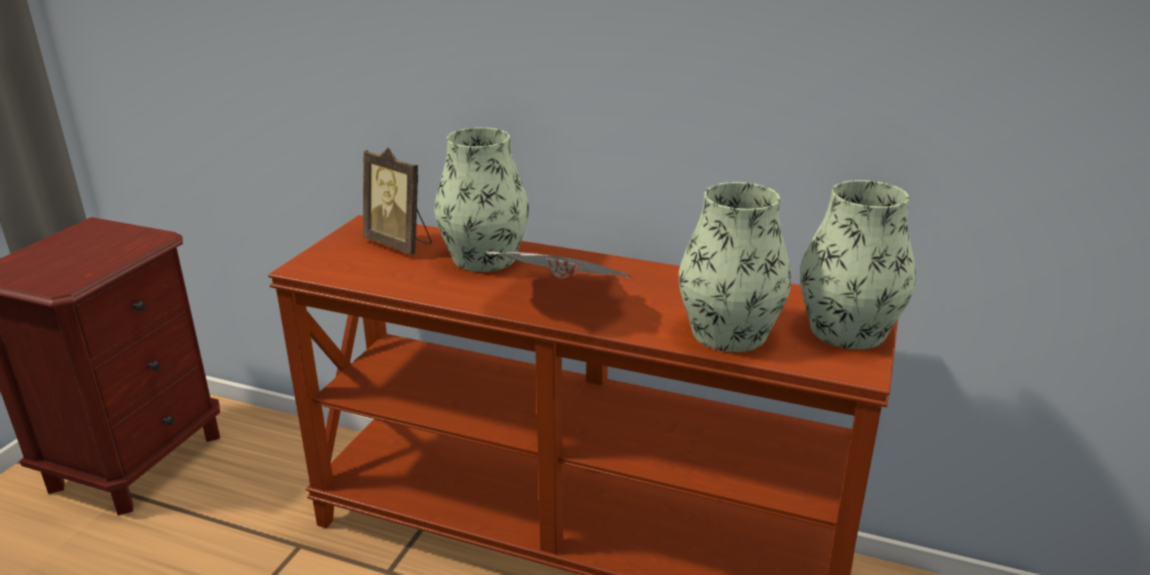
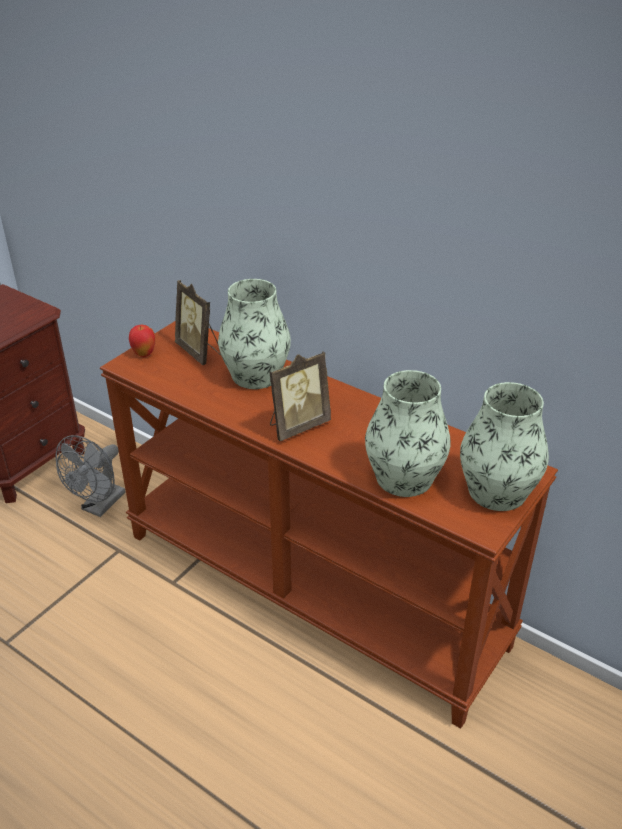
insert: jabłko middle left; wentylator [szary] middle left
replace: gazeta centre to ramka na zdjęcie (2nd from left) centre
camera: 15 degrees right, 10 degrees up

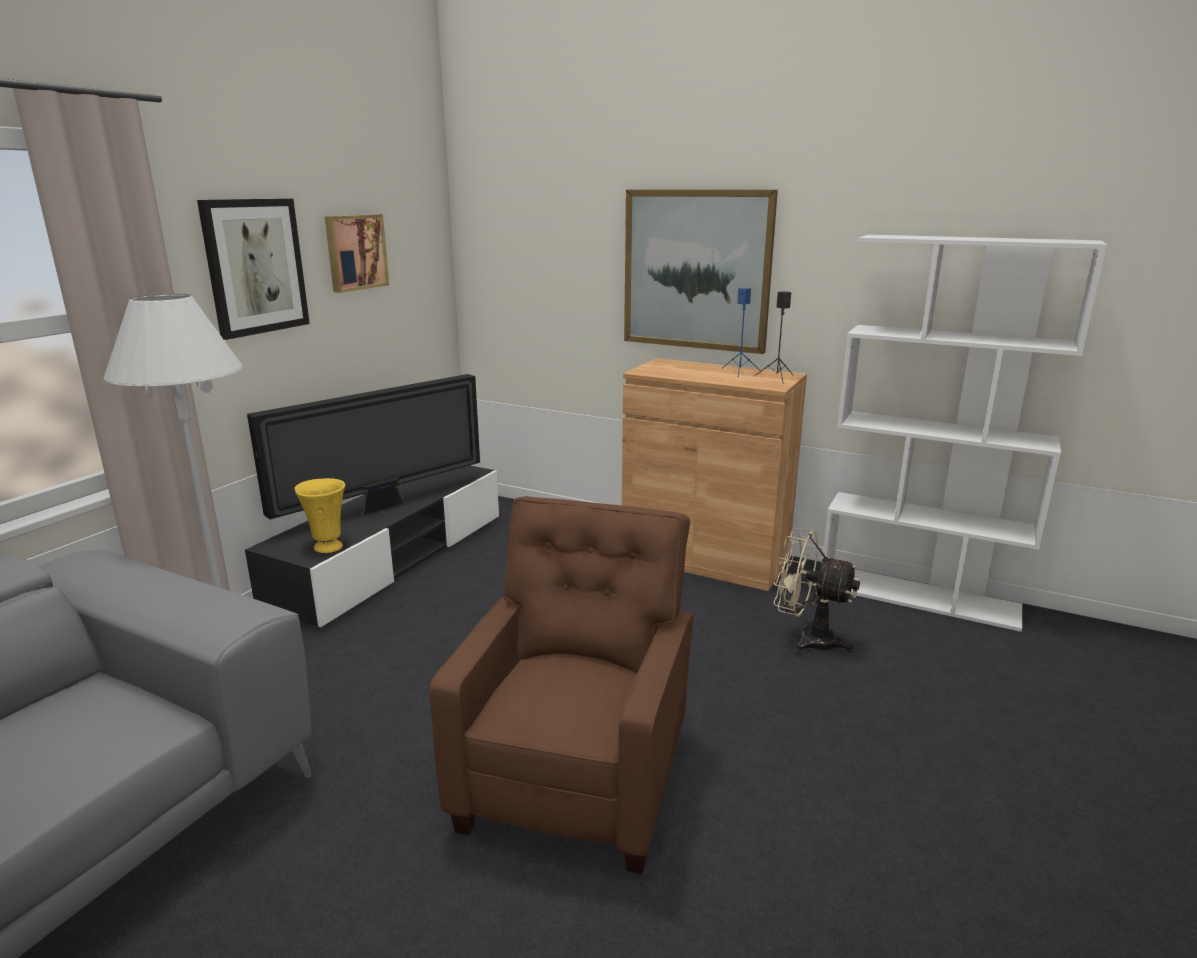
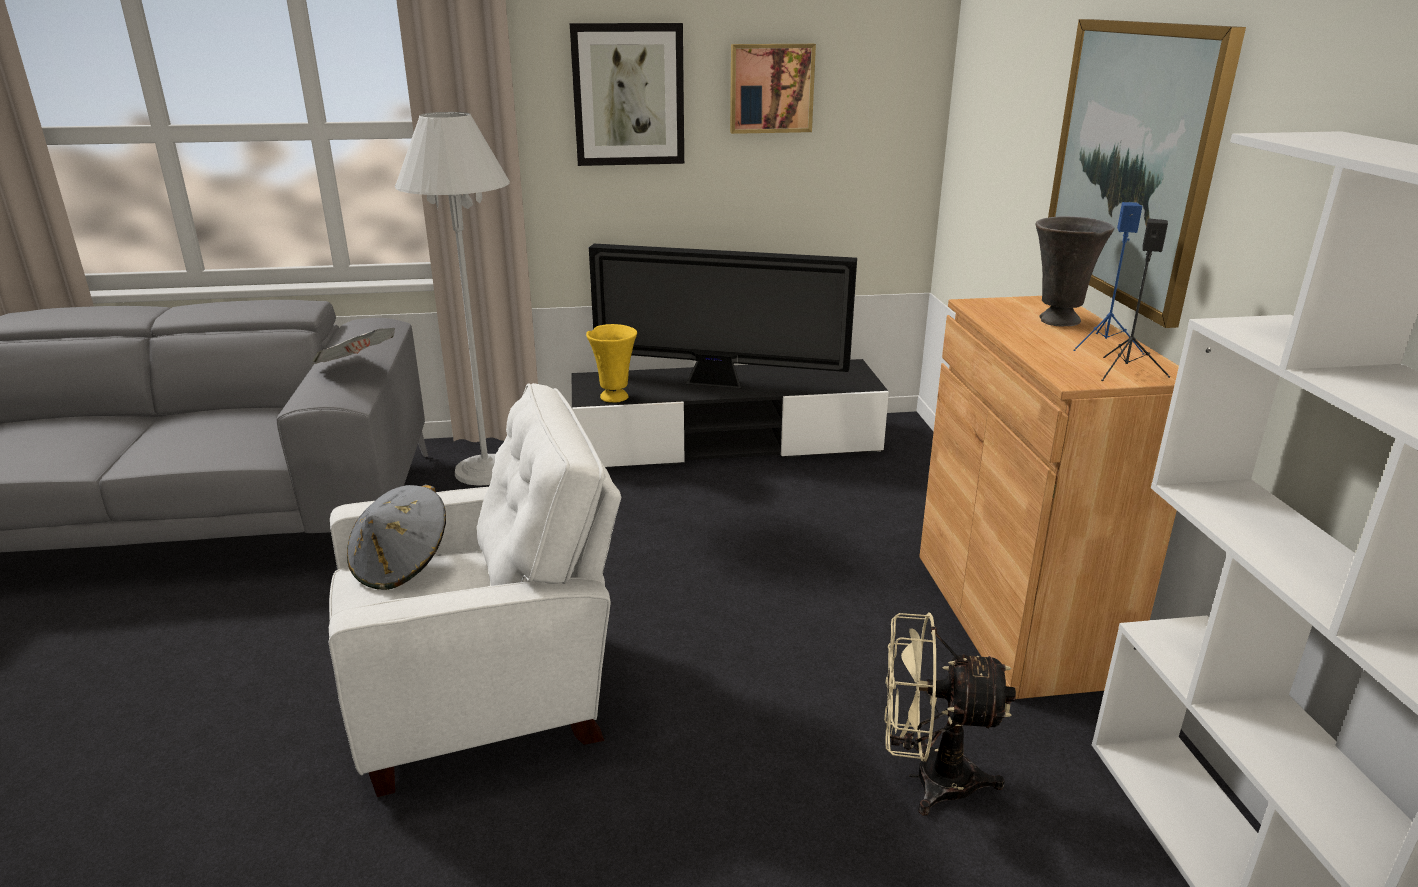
insert: wazon [szary] top right; gazeta middle left; kapelusz [szary] middle left
recolor: fotel [brązowy] bottom centre to fotel [biały] centre
rotate: wentylator [beżowy] middle right = bottom right 75 degrees counterclockwise
camera: 55 degrees right, 5 degrees up

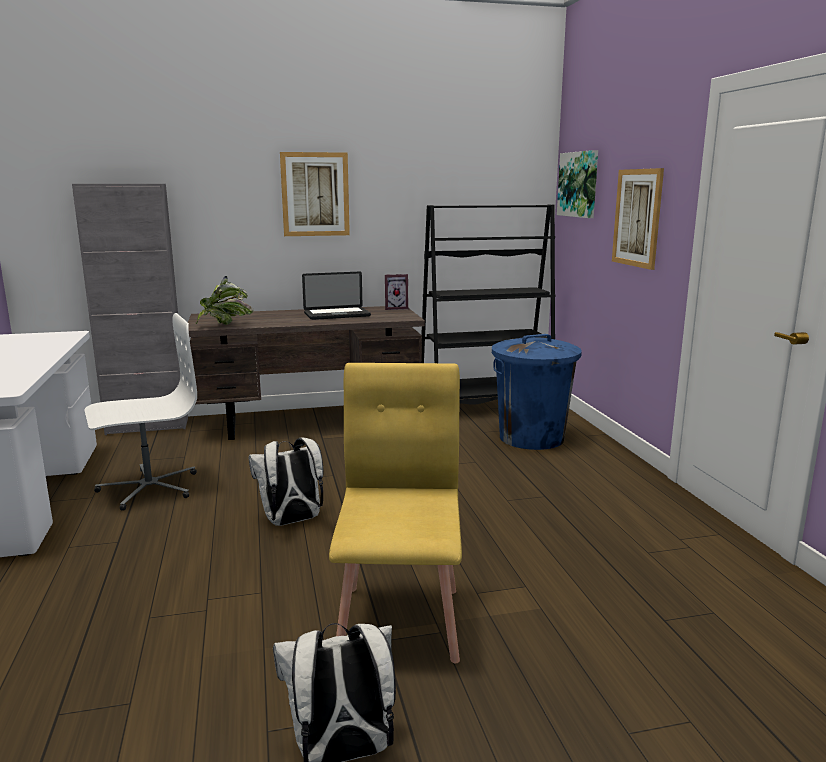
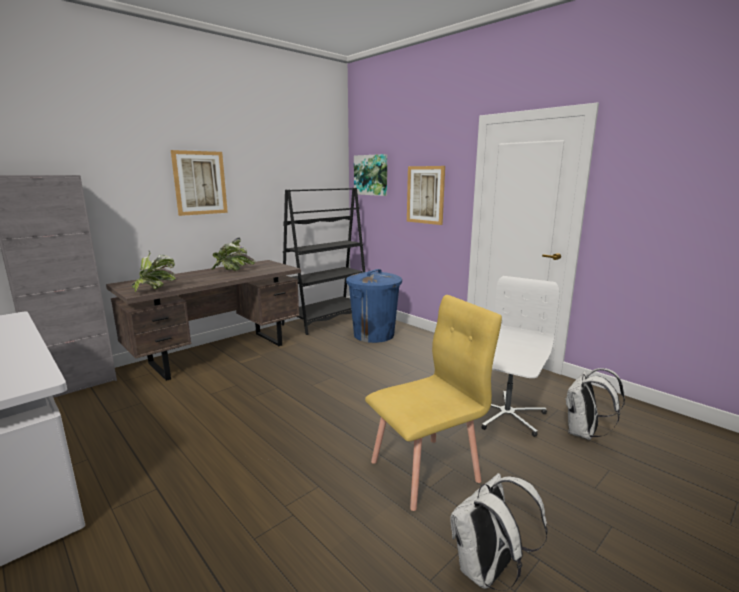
delete: ramka na zdjęcie centre
move: krzesło biurowe [biały] middle left to middle right; plecak [biały] (1st from left in the first image) centre to plecak [biały] (2nd from left) bottom right
replace: laptop centre to roślina doniczkowa (2nd from left) middle left
rotate: krzesło [żółty] bottom centre = bottom centre 90 degrees clockwise
camera: 30 degrees left, 0 degrees up

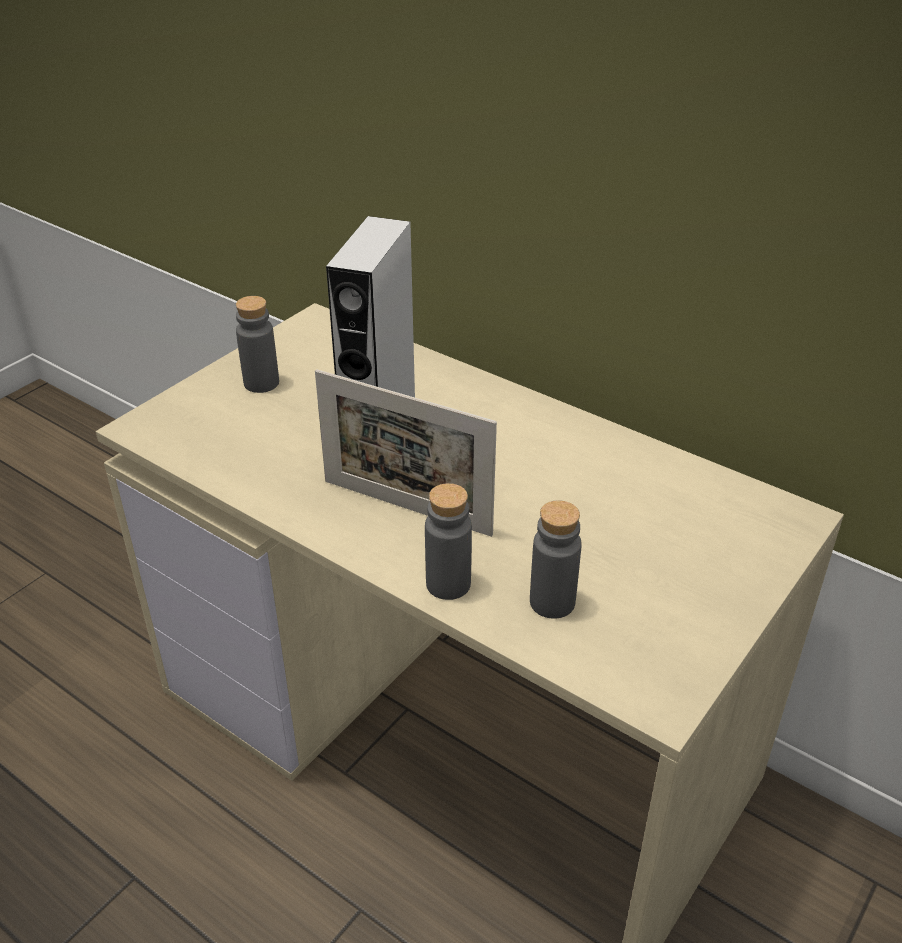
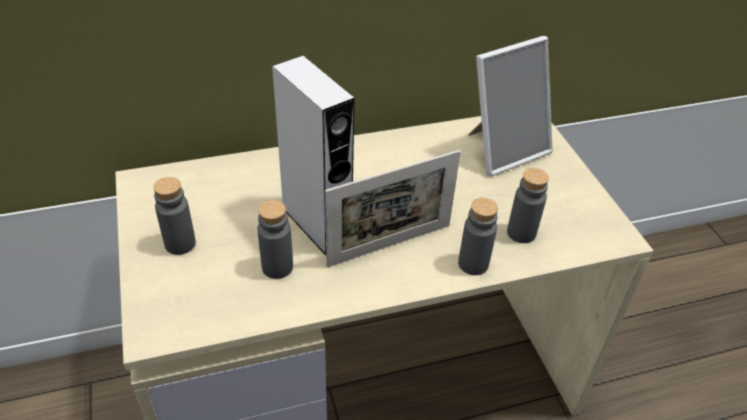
insert: ramka na zdjęcie (2nd from left) top right; butelka [szary] (2nd from left) centre
camera: 55 degrees left, 5 degrees up

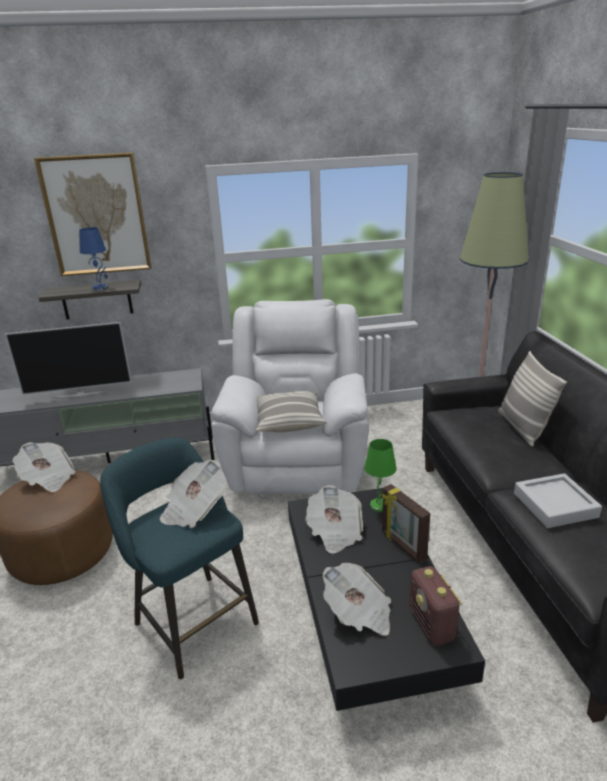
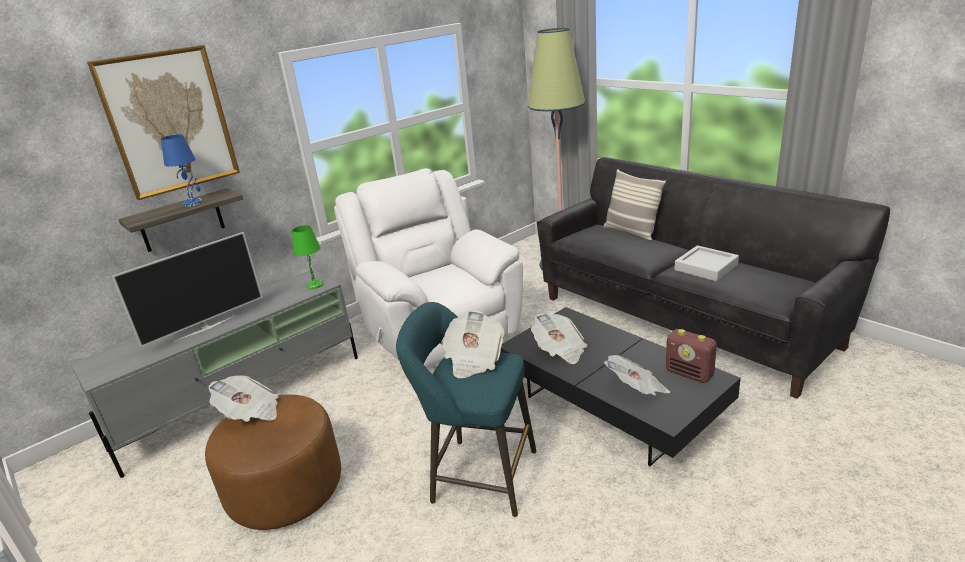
delete: poduszka (1st from left) centre; ramka na zdjęcie bottom right
move: lampa stołowa [zielony] centre to middle left
camera: 30 degrees left, 0 degrees up

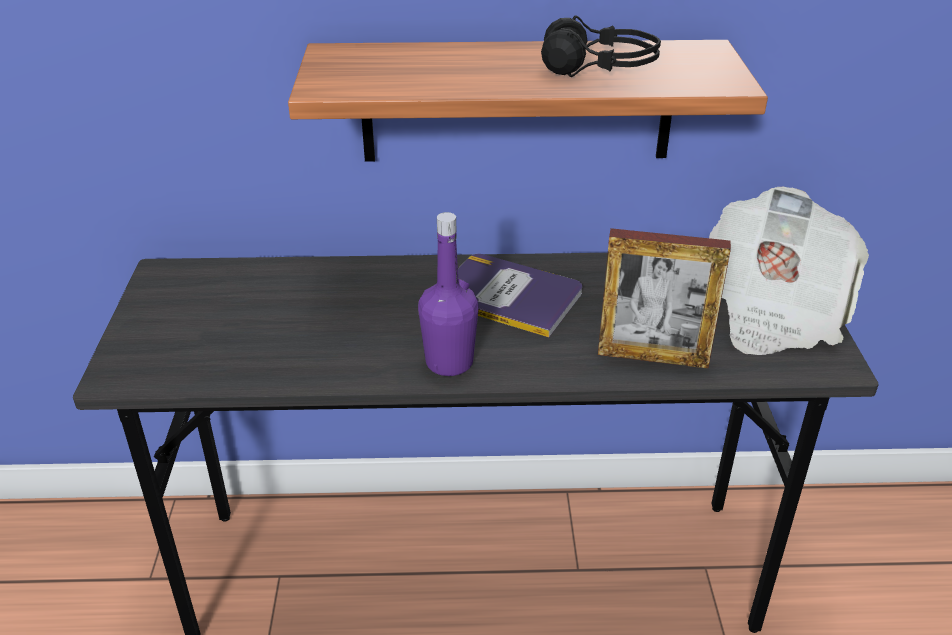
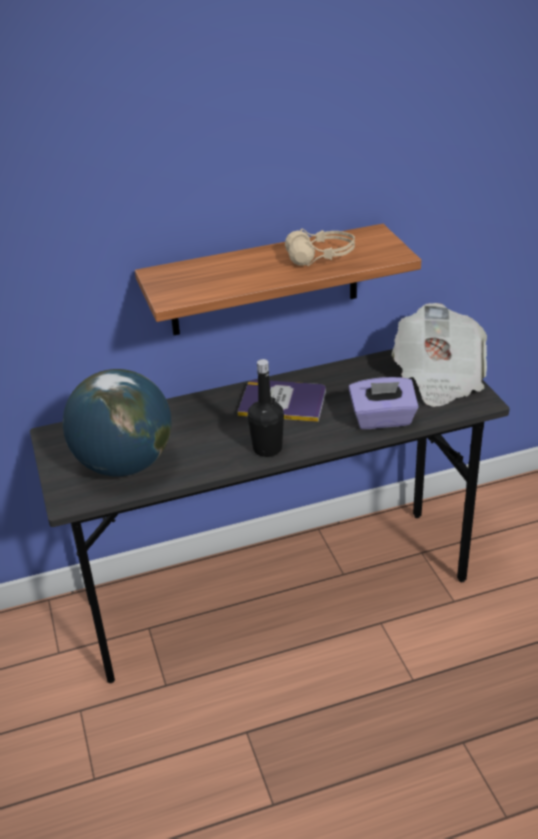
insert: globus middle left
replace: ramka na zdjęcie middle right to pudełko chusteczek [fioletowy] middle right
recolor: słuchawki [czarny] top centre to słuchawki [beżowy] top centre; butelka [fioletowy] centre to butelka [czarny] centre
camera: 15 degrees left, 0 degrees up

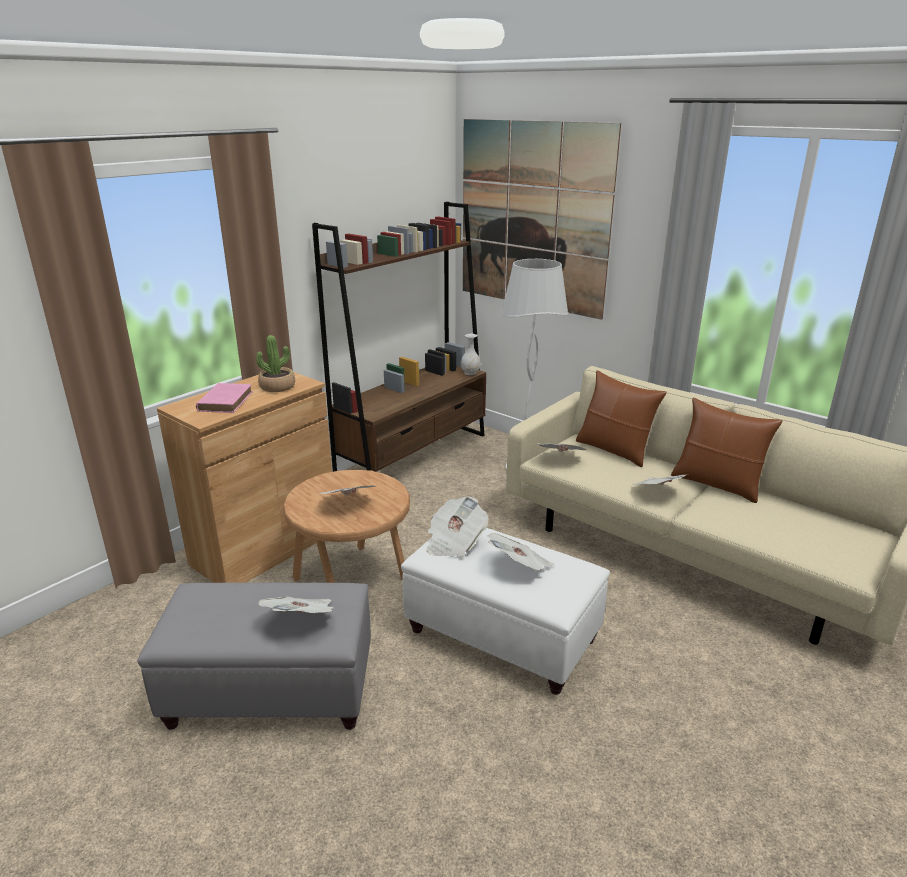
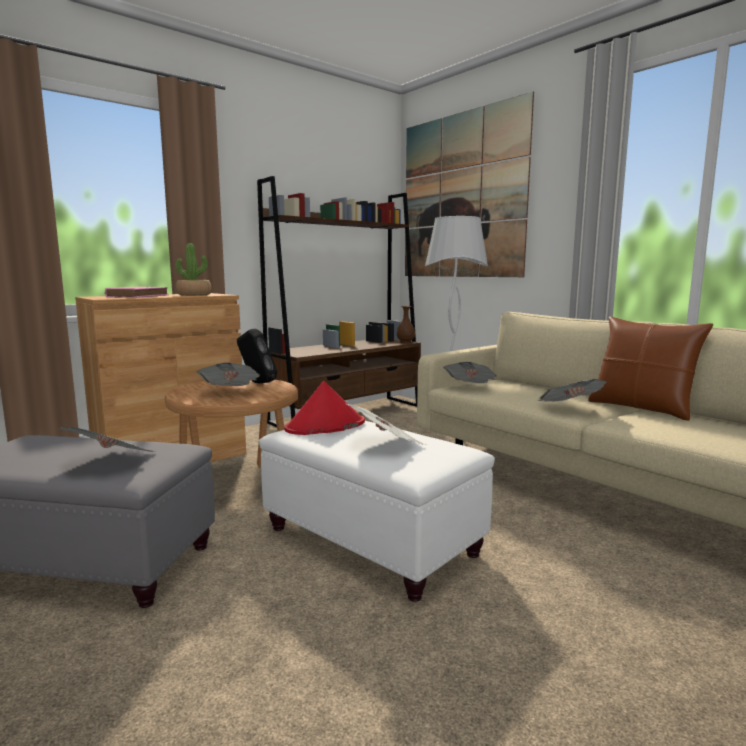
delete: poduszka [brązowy] (1st from left) middle right
insert: głośnik [czarny] centre
replace: gazeta (3rd from left) centre to kapelusz [czerwony] centre
recolor: wazon [biały] centre to wazon [brązowy] centre
camera: 10 degrees right, 15 degrees down

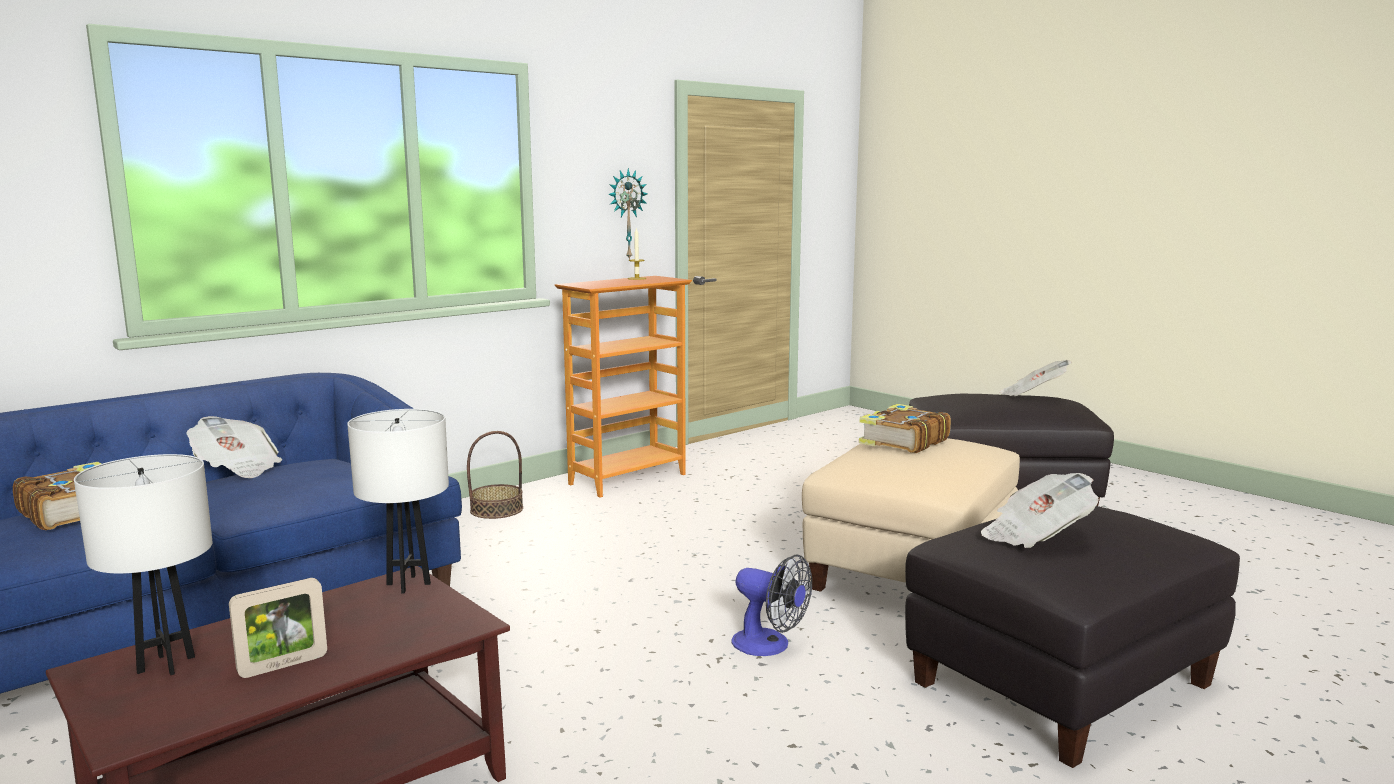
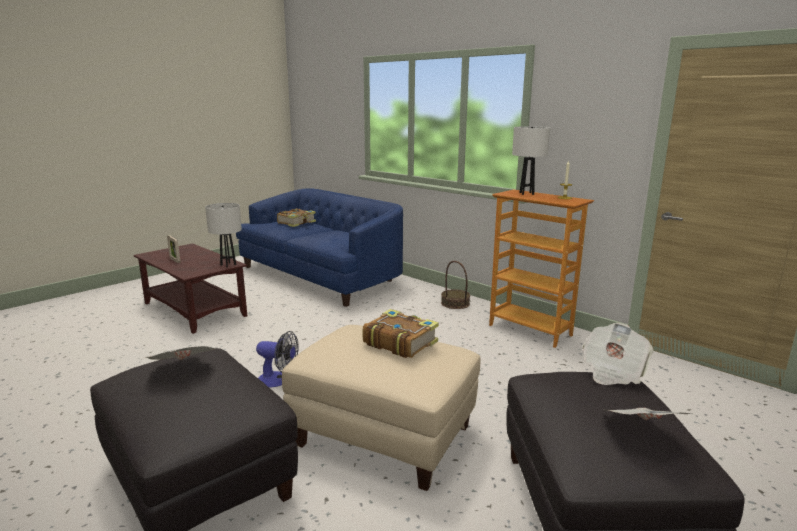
delete: zegar ścienny top centre
move: gazeta (1st from left in the first image) middle left to gazeta (2nd from left) bottom right; lampa stołowa [biały] (1st from left in the first image) bottom left to lampa stołowa [biały] (2nd from left) top centre
rotate: wentylator bottom centre = bottom centre 105 degrees counterclockwise
camera: 85 degrees right, 5 degrees up

